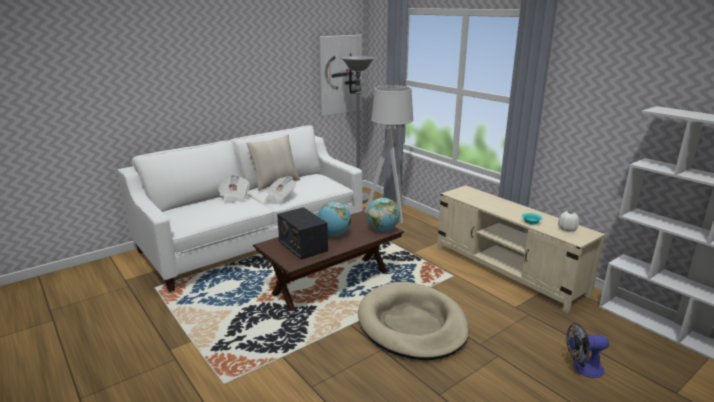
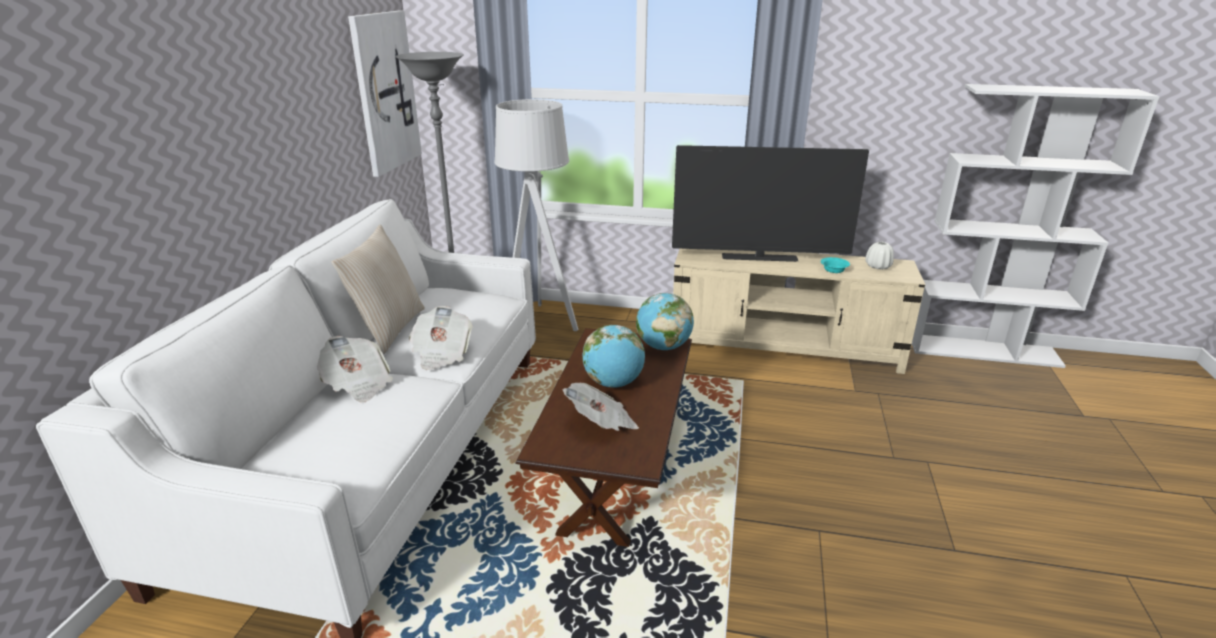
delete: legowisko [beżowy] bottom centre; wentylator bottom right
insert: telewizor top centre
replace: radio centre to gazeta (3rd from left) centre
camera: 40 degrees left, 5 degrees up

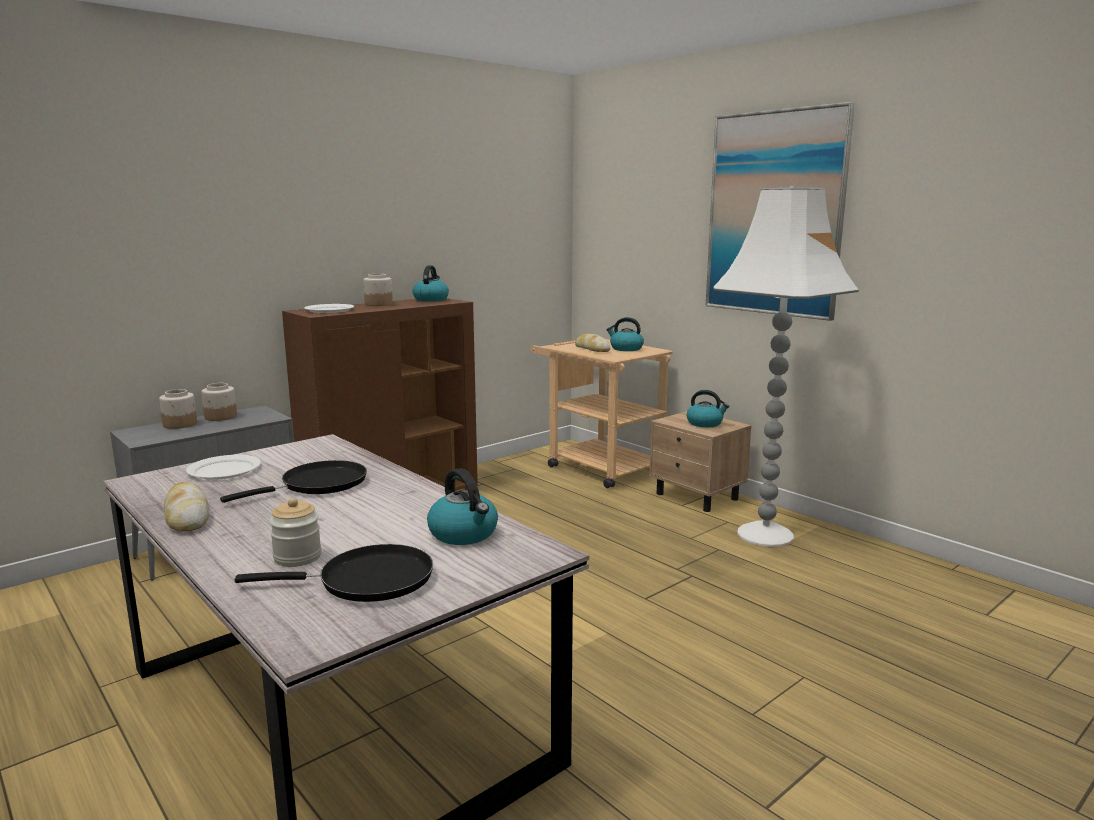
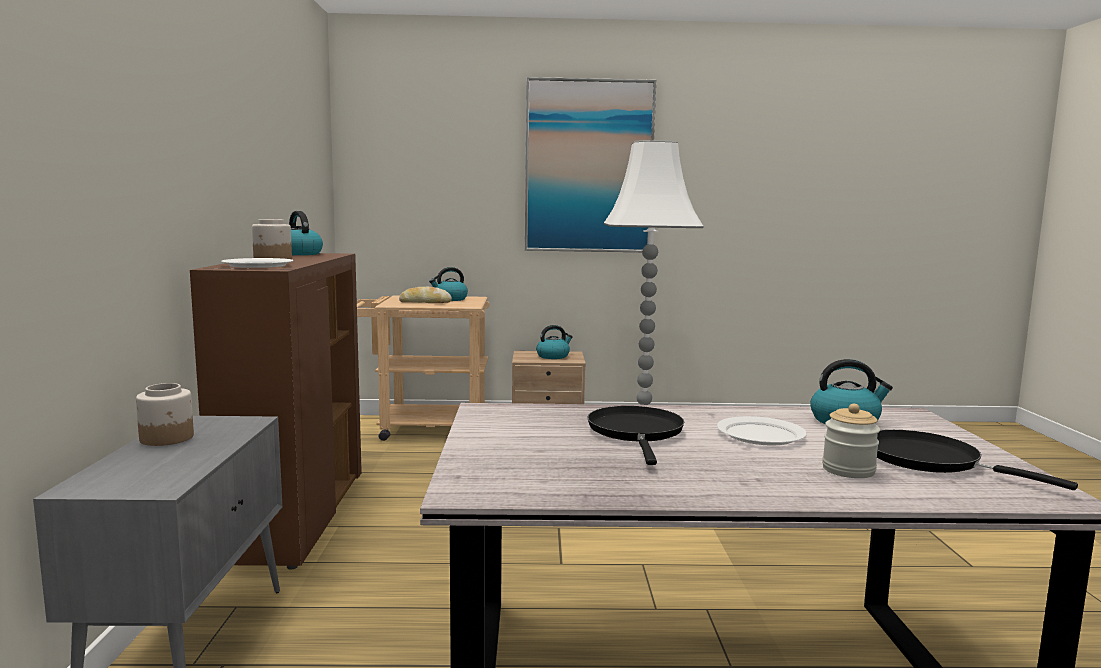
delete: słoik (1st from left) middle left; chleb (1st from left) middle left
move: talerz [biały] (1st from left in the first image) middle left to talerz [biały] (2nd from left) middle right
rotate: patelnia [czarny] (2nd from left) bottom left = bottom right 75 degrees counterclockwise
camera: 50 degrees left, 5 degrees down

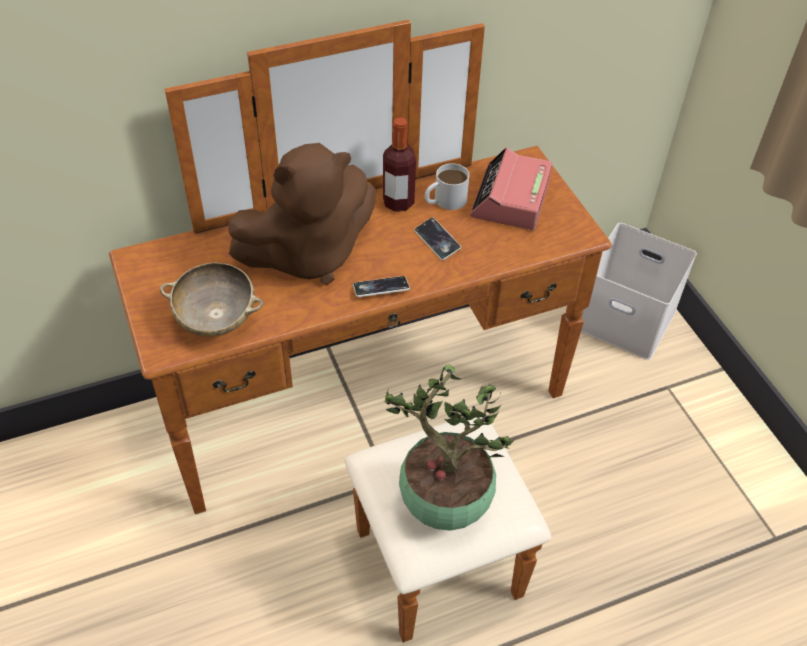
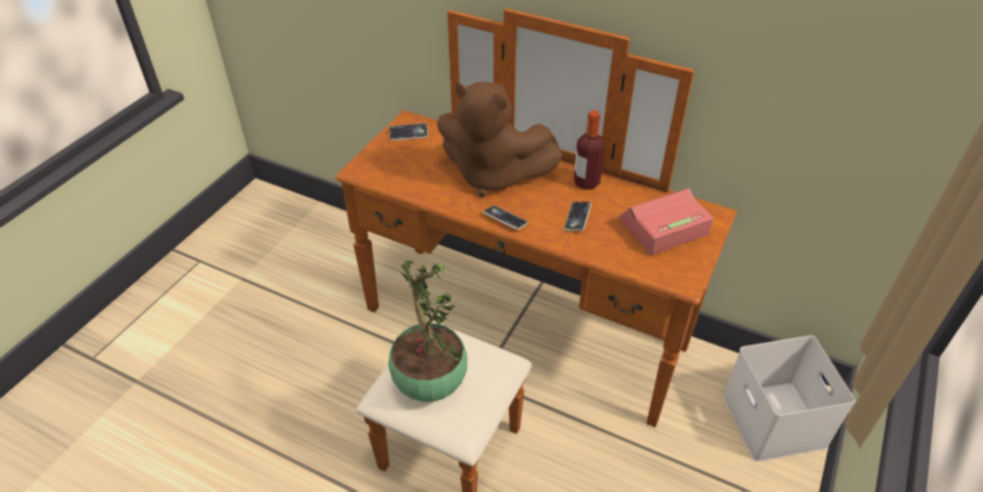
delete: kubek [biały] top centre; miska [beżowy] middle left
insert: telefon (1st from left) top centre
camera: 50 degrees right, 5 degrees down

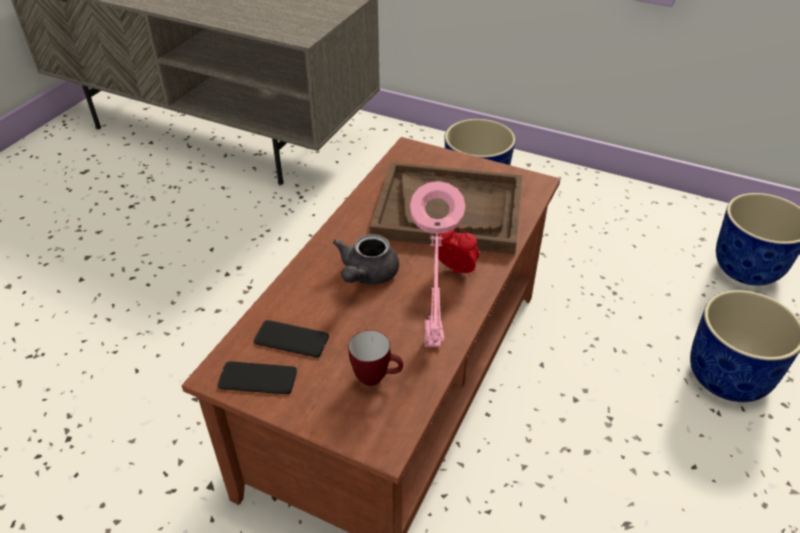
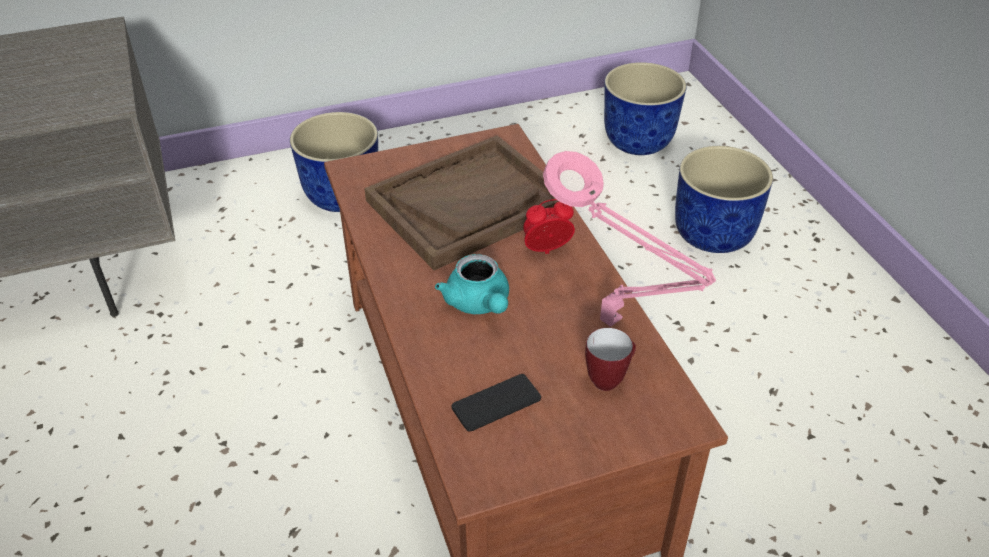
delete: telefon (1st from left) bottom left
recolor: imbryk [szary] centre to imbryk [turkusowy] centre
camera: 45 degrees left, 0 degrees up

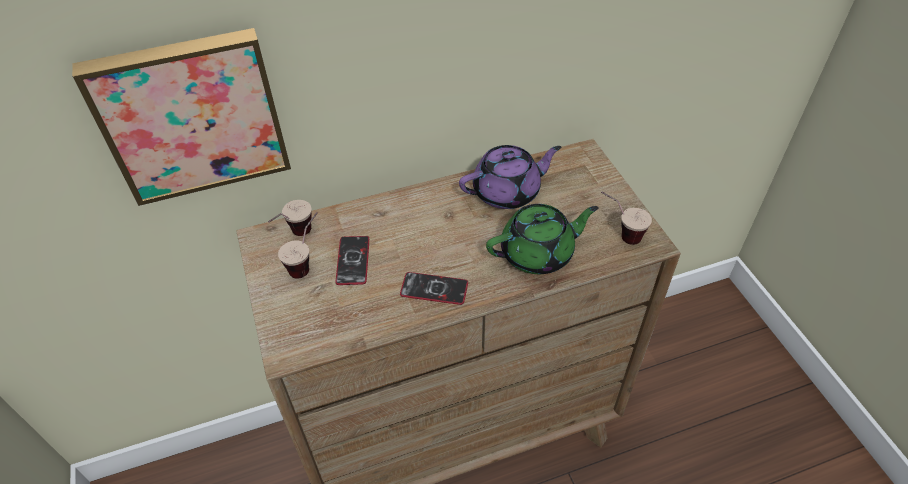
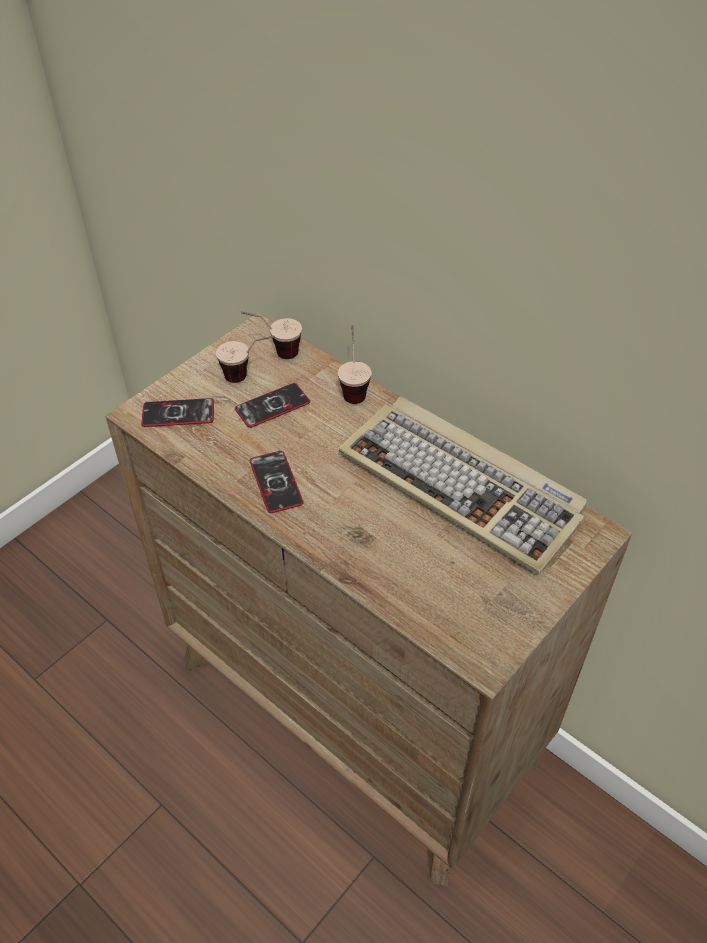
delete: obraz top left; imbryk [zielony] centre
insert: telefon (1st from left) middle left
move: filiżanka (3rd from left) middle right to centre
replace: imbryk [fioletowy] centre to klawiatura centre
camera: 60 degrees right, 0 degrees up

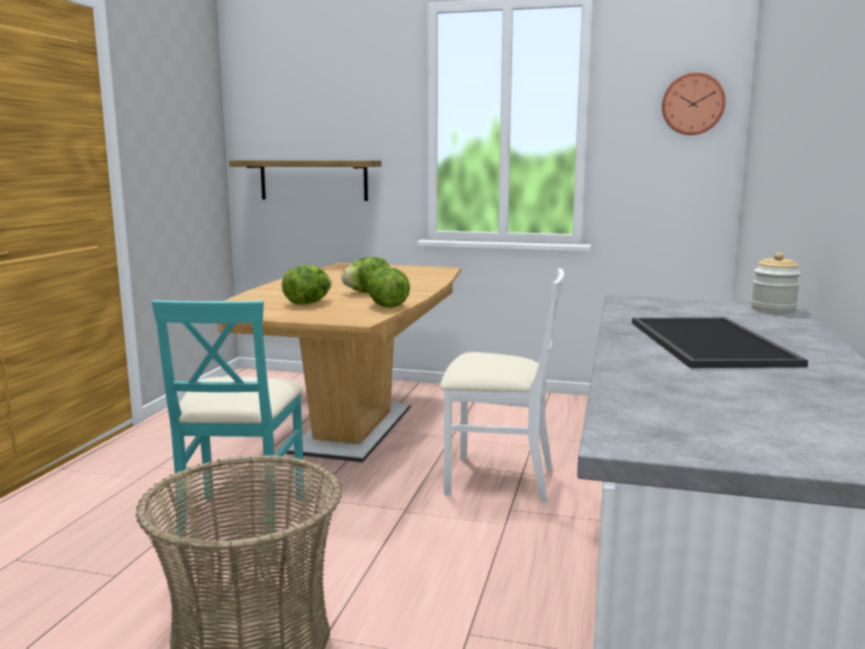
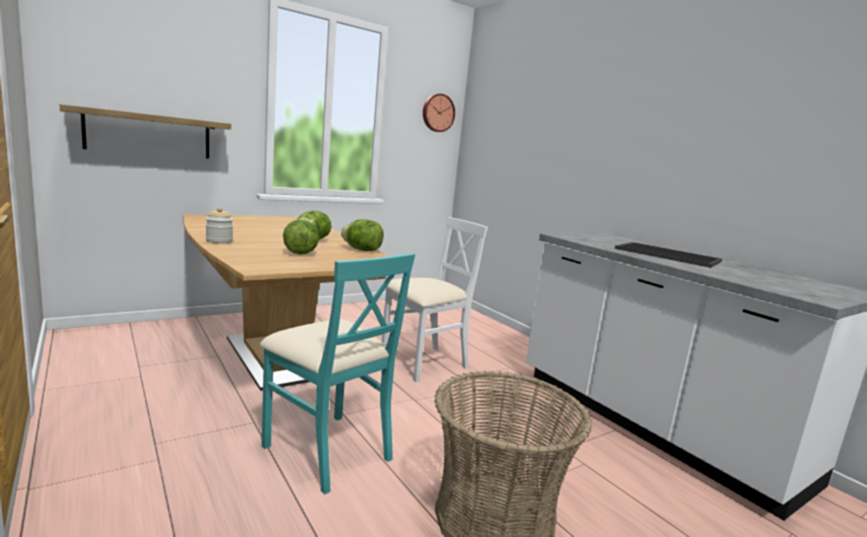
move: słoik middle right to middle left
camera: 50 degrees left, 0 degrees up

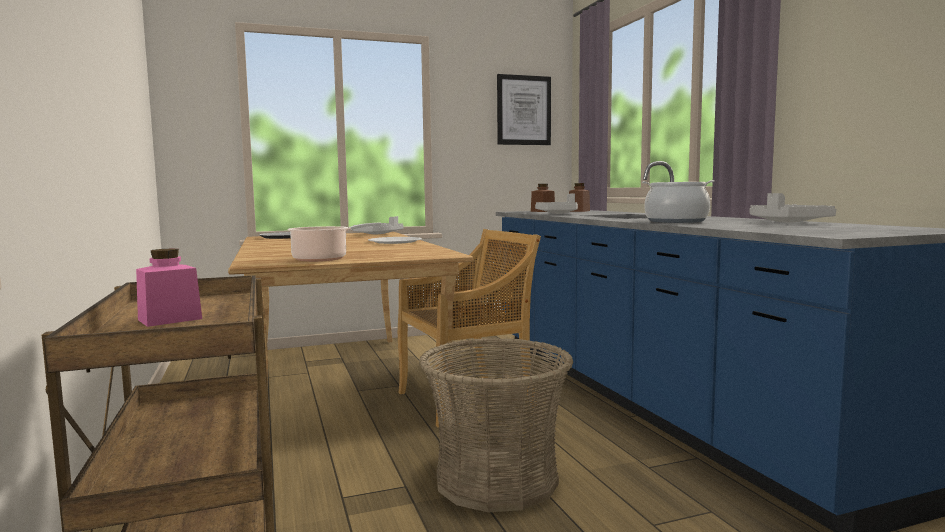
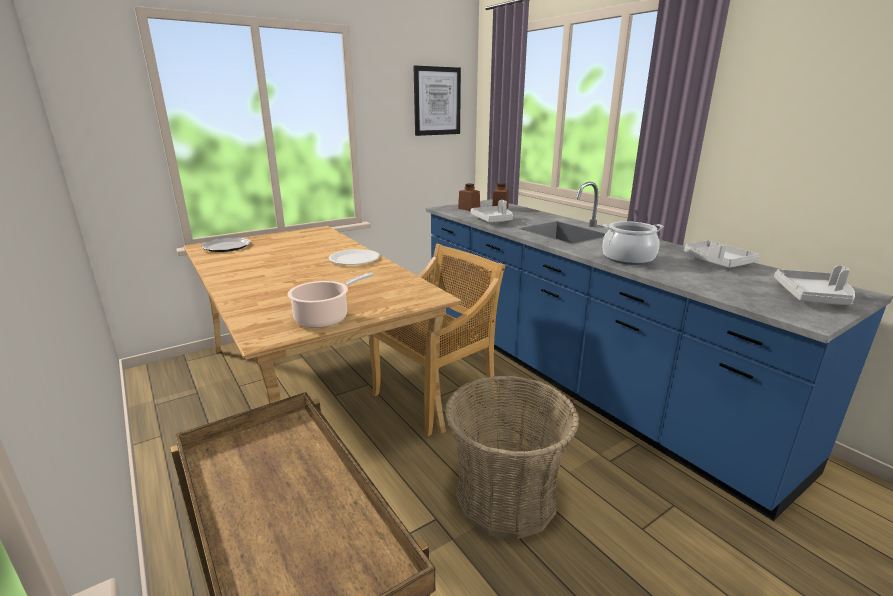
delete: słoik [różowy] middle left
move: taca [szary] (1st from left in the first image) centre to taca [szary] (3rd from left) middle right
camera: 15 degrees left, 15 degrees up

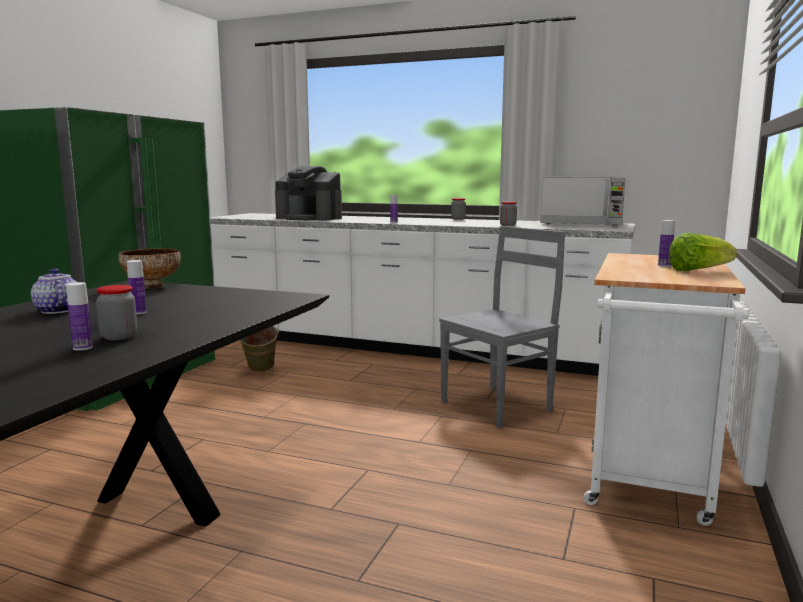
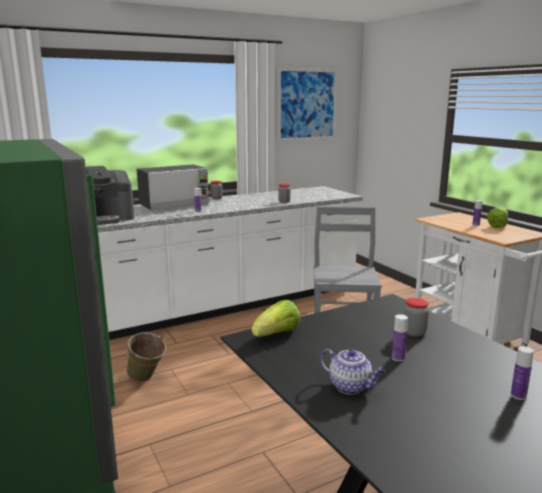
insert: obraz top centre
move: mikrofalówka middle right to middle left; słoik (1st from left in the first image) middle left to słoik (3rd from left) middle right
replace: miska middle left to sałata (1st from left) centre
rotate: imbryk middle left = bottom centre 150 degrees counterclockwise
camera: 50 degrees left, 5 degrees up

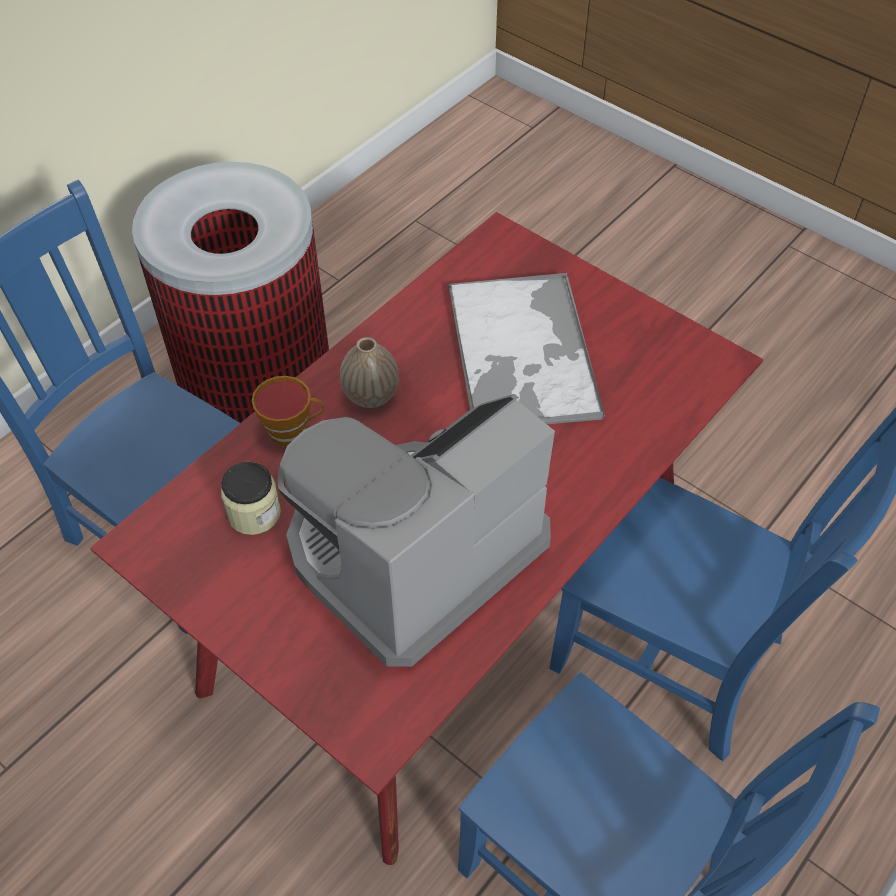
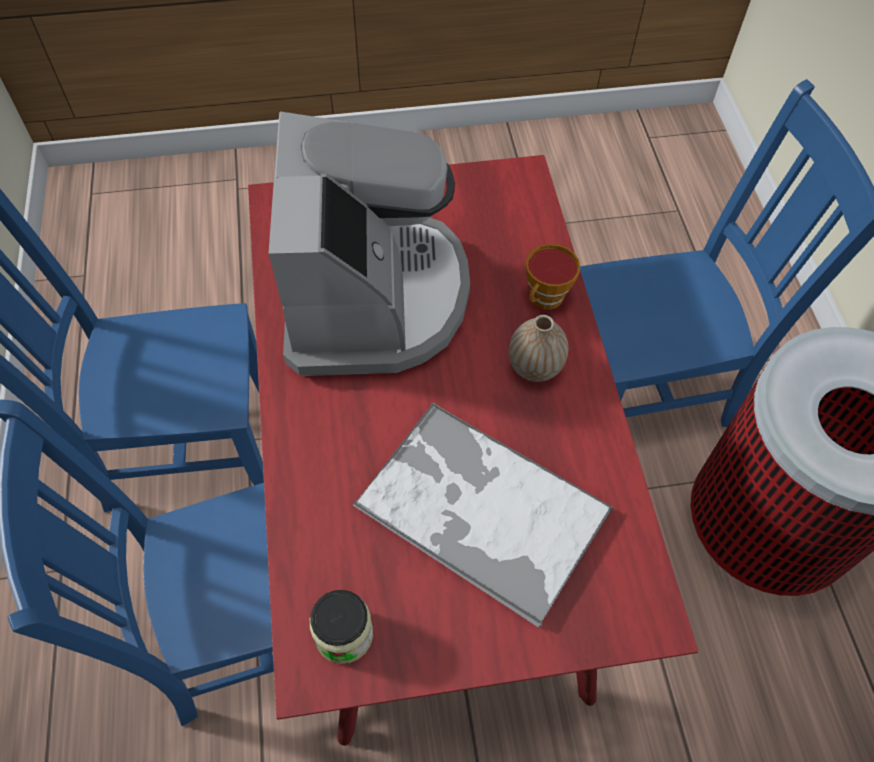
move: słoik middle left to bottom centre
camera: 130 degrees right, 5 degrees up

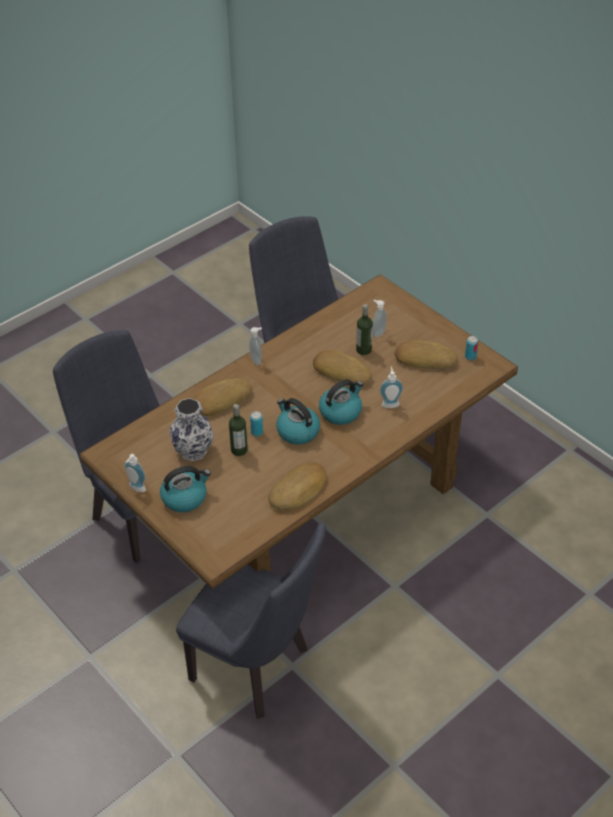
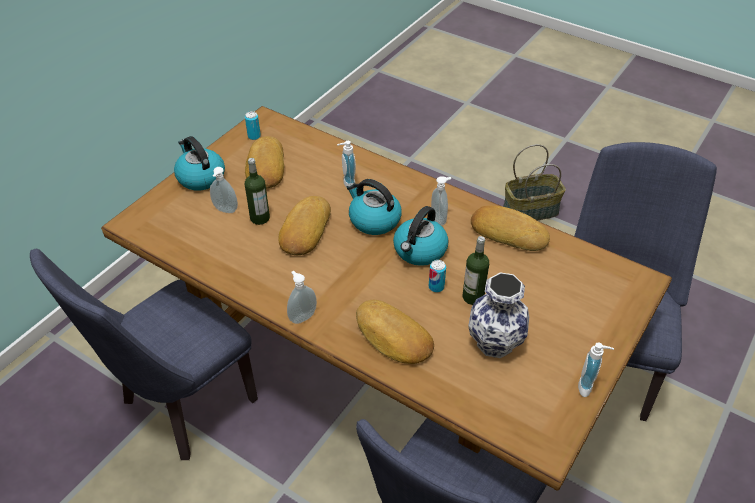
insert: koszyk middle right; dozownik mydła (4th from left) centre
move: czajnik (1st from left) middle left to top left
camera: 105 degrees left, 0 degrees up

